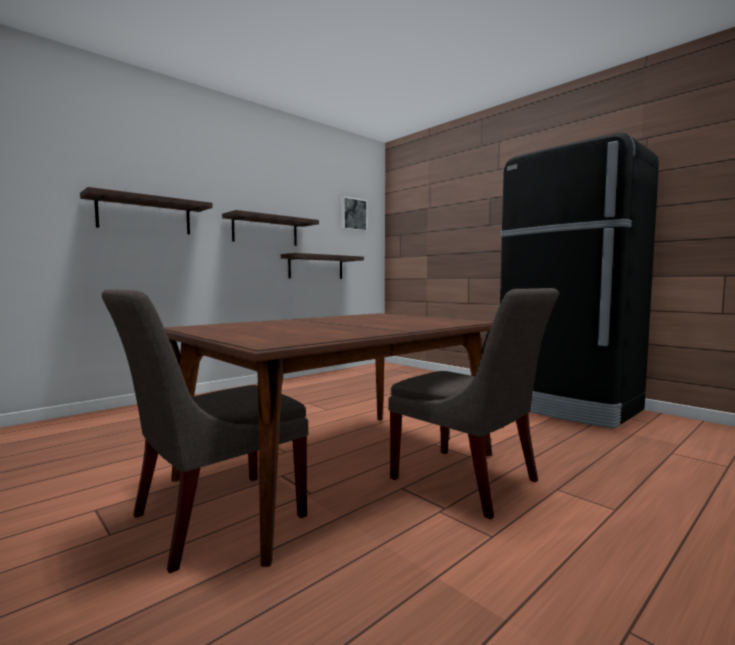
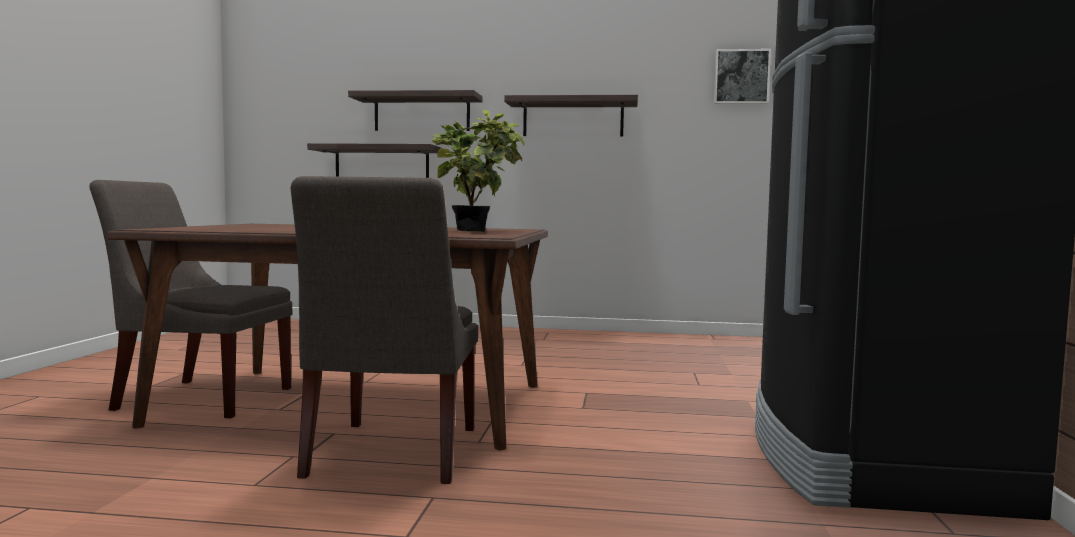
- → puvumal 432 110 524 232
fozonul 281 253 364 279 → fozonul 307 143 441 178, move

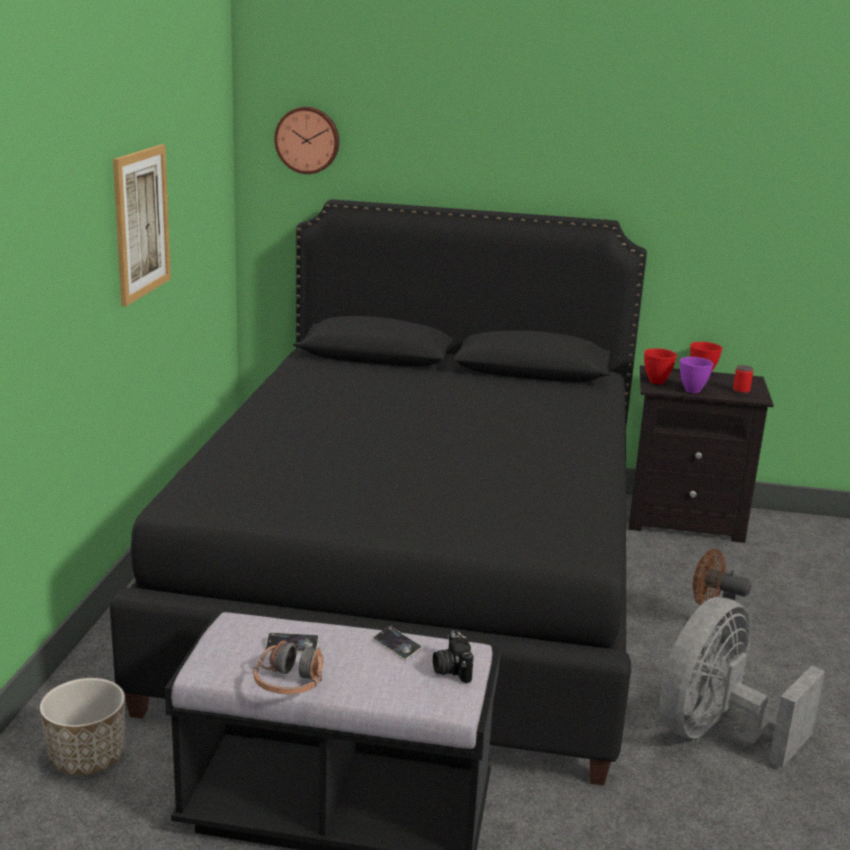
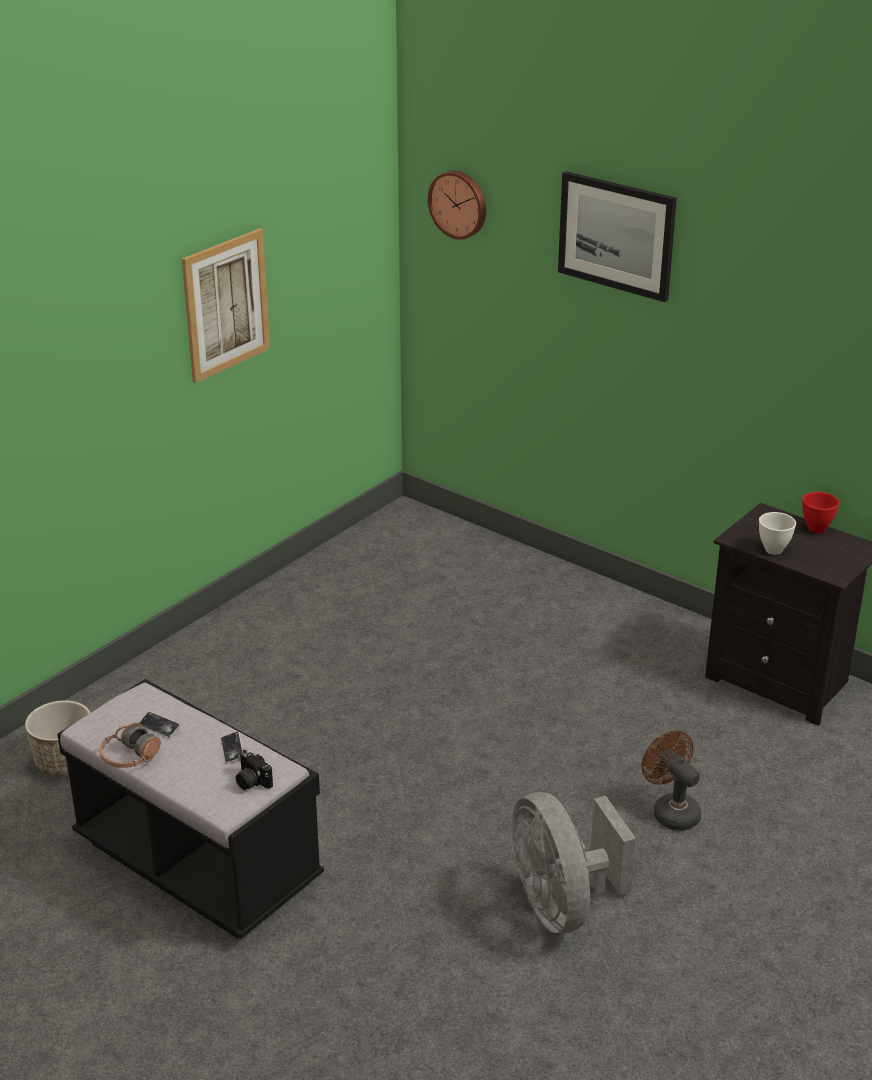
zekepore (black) 110 199 647 785 → -
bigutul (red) 644 348 677 384 → -
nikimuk 733 365 753 394 → -
- → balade 558 171 677 302
bigutul (purple) 680 357 713 393 → bigutul (white) 759 512 796 555
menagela 433 630 473 683 → menagela 236 750 273 790, 60 degrees counterclockwise
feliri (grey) 660 597 825 768 → feliri (grey) 512 792 636 933, 90 degrees counterclockwise

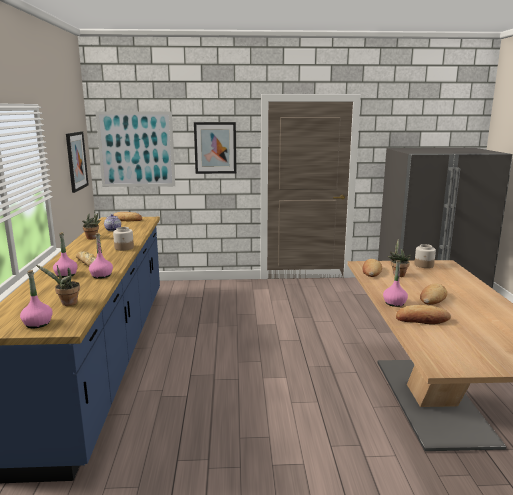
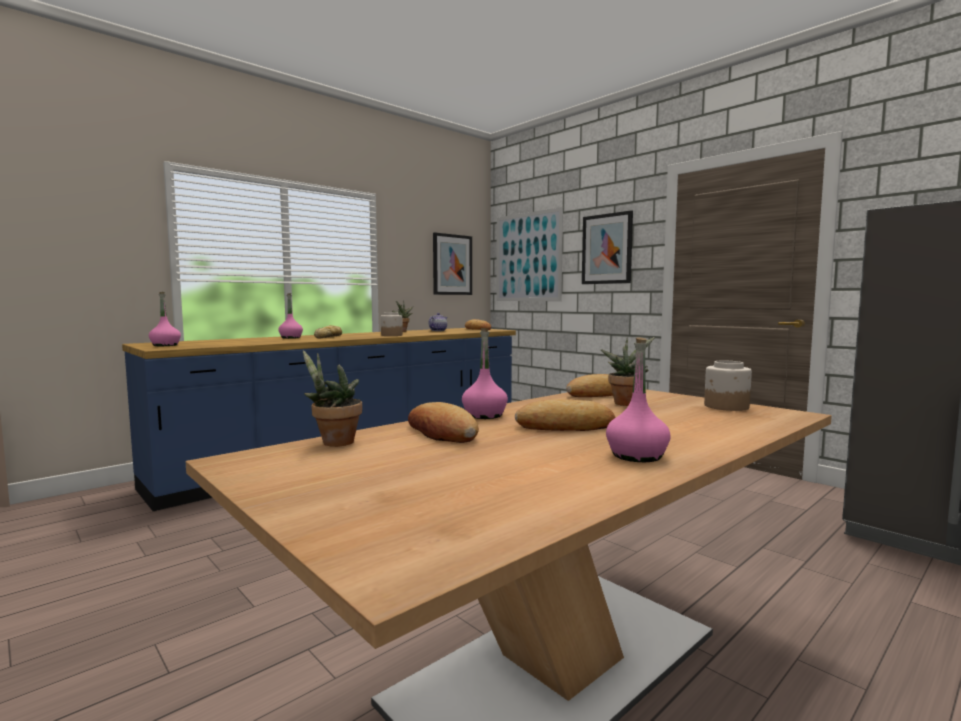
puvumal 36 265 80 306 → puvumal 303 350 362 447, move
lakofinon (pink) 89 233 113 279 → lakofinon (pink) 606 337 671 462, move

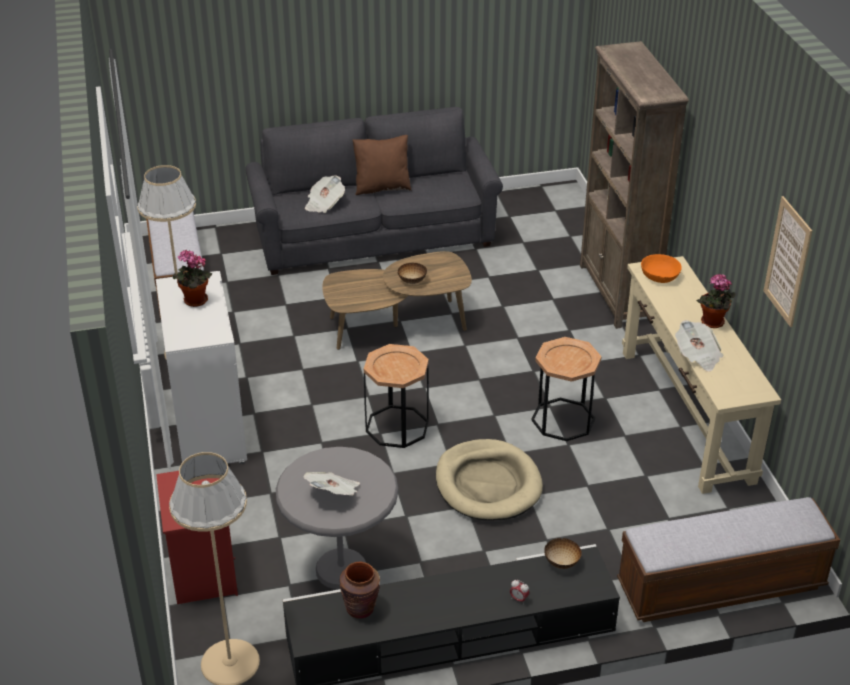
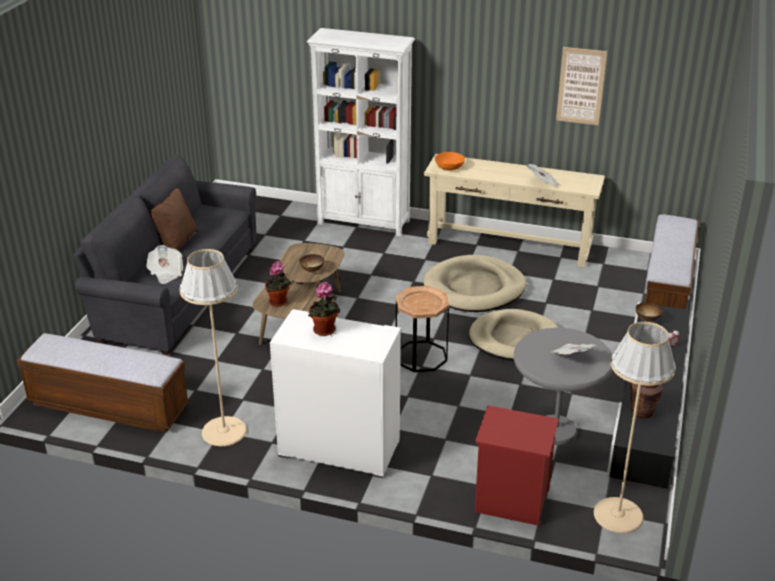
puvumal 697 274 736 328 → puvumal 265 261 292 307, move
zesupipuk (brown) 532 337 602 441 → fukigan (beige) 423 255 527 312
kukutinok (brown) 580 41 689 329 → kukutinok (white) 307 28 415 237

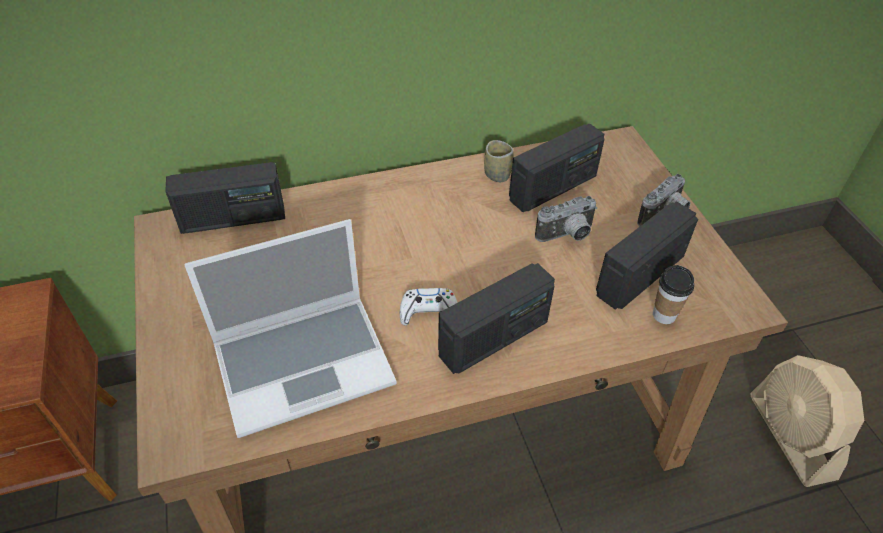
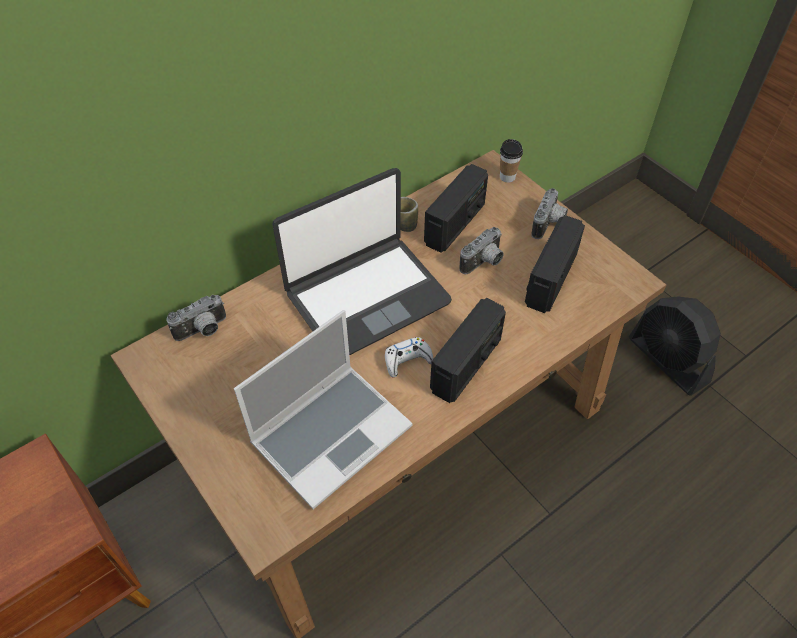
- → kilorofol 273 168 452 355
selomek 653 265 694 324 → selomek 500 139 523 183, move
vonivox 165 162 285 234 → menagela 166 295 226 341
feliri (beige) 750 355 864 487 → feliri (black) 629 296 721 396

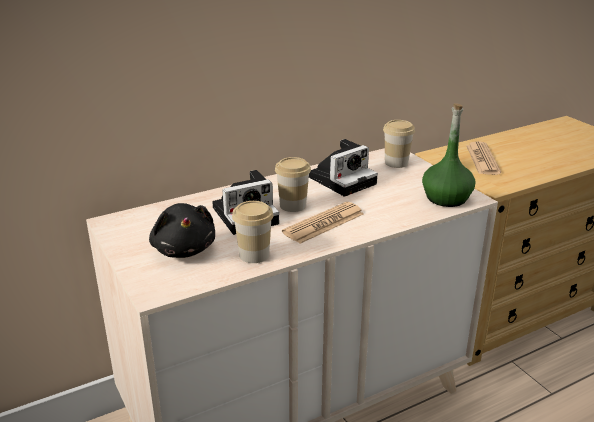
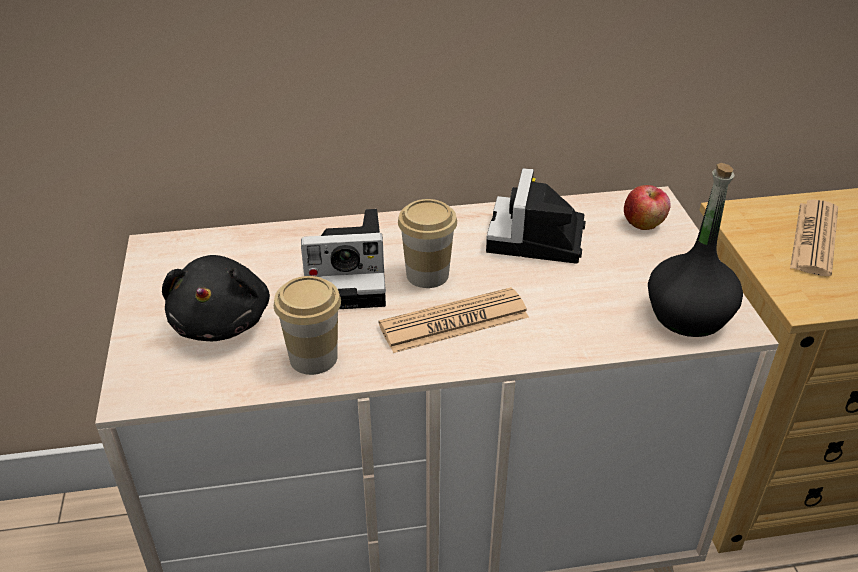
selomek 383 120 415 168 → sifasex 624 185 671 230
lakofinon (green) 422 103 476 207 → lakofinon (black) 648 163 743 337
menagela 309 139 378 197 → menagela 486 168 586 264, 120 degrees clockwise

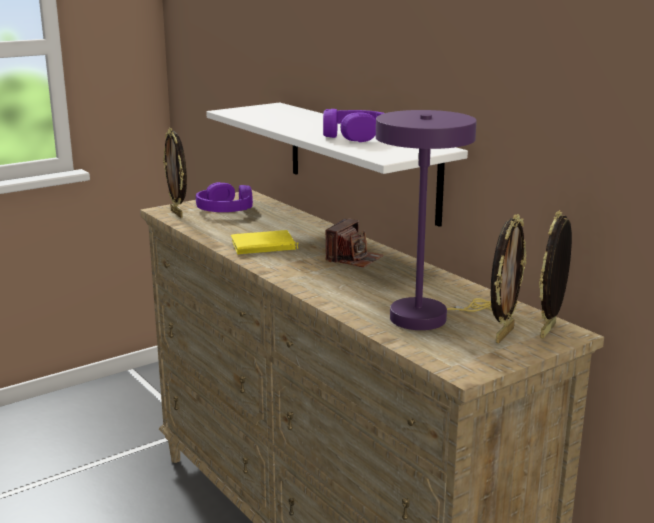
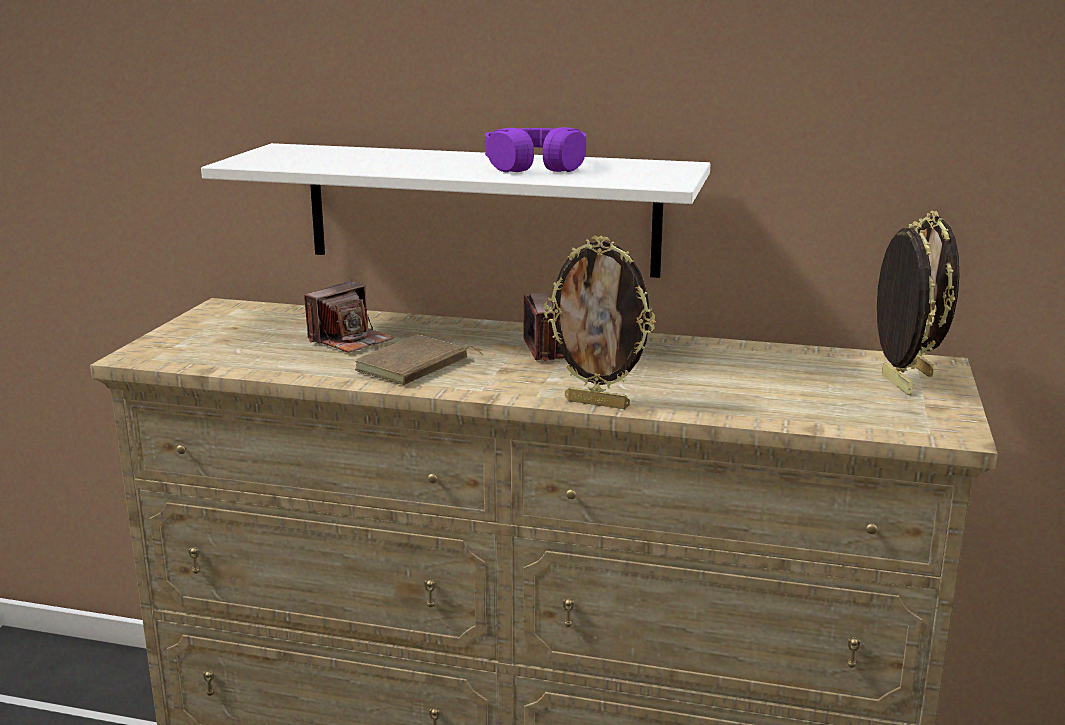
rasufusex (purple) 196 182 253 212 → -
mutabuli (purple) 376 110 492 330 → -
- → menagela 304 281 394 353
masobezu 163 128 187 218 → masobezu 544 236 656 409, move
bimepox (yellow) 231 230 299 254 → bimepox (brown) 355 335 483 385

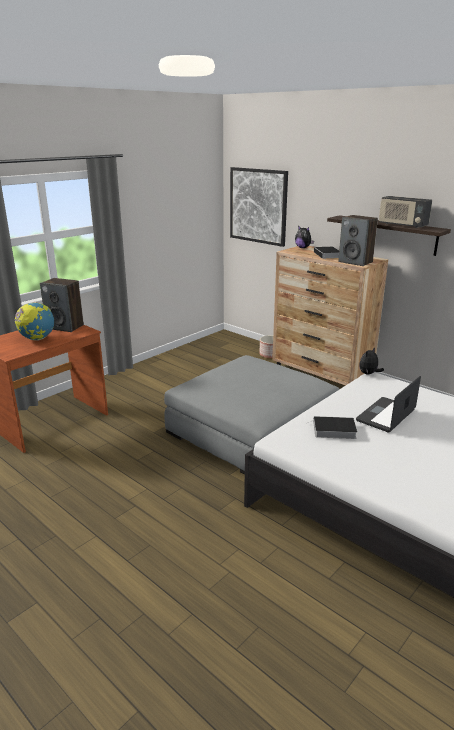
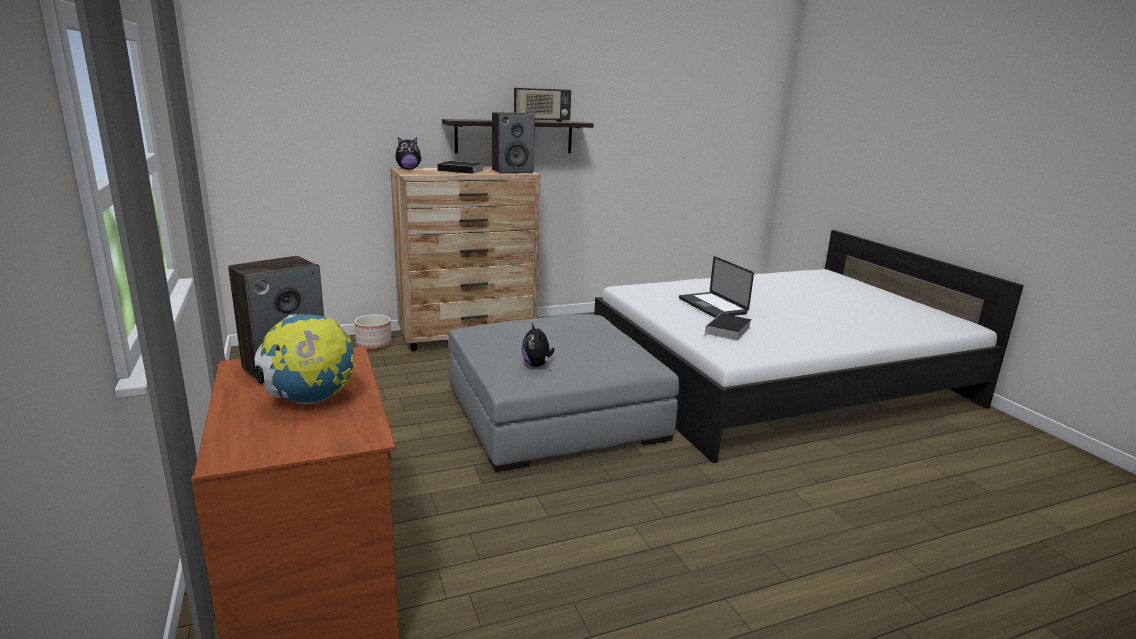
balade 230 167 288 247 → -
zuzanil 359 348 384 375 → zuzanil 521 323 555 367, move

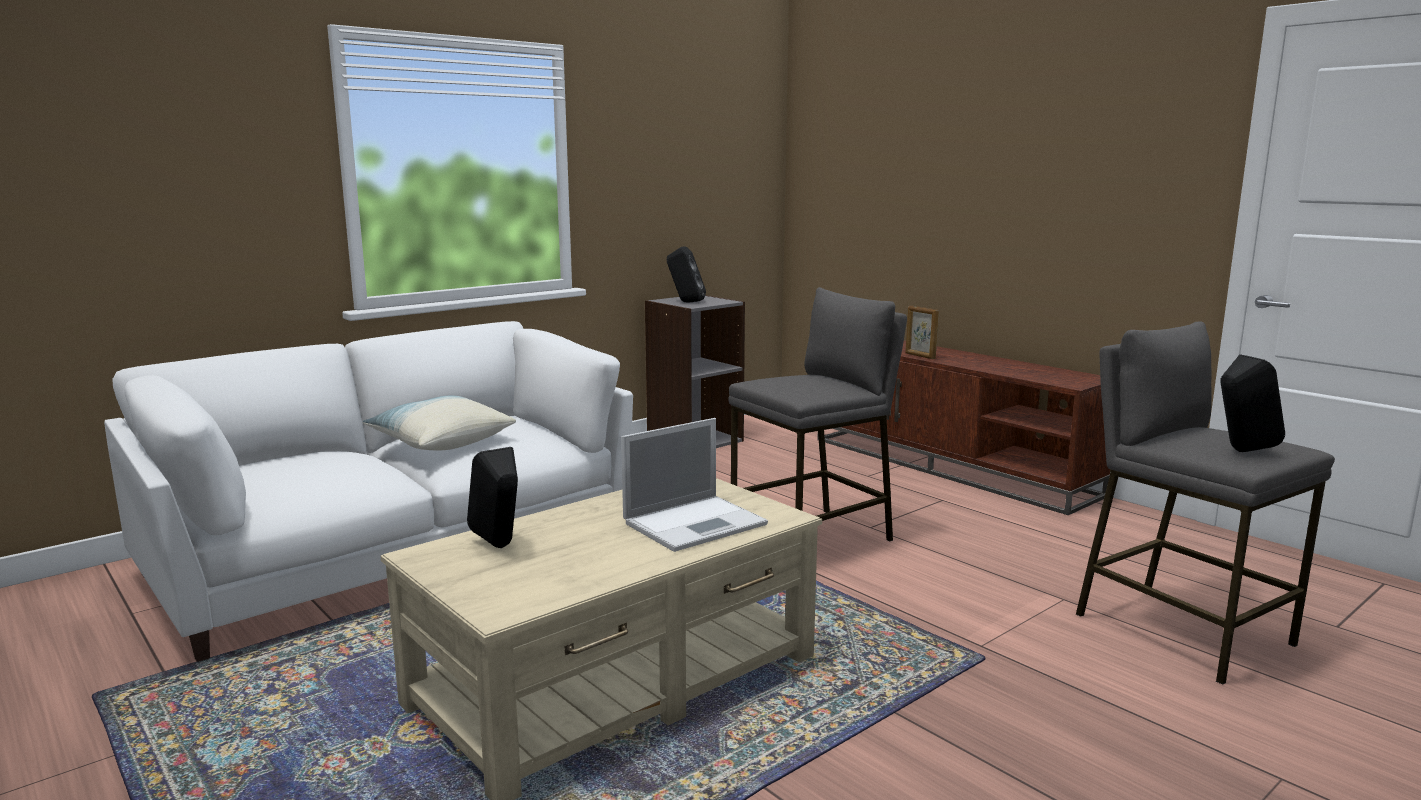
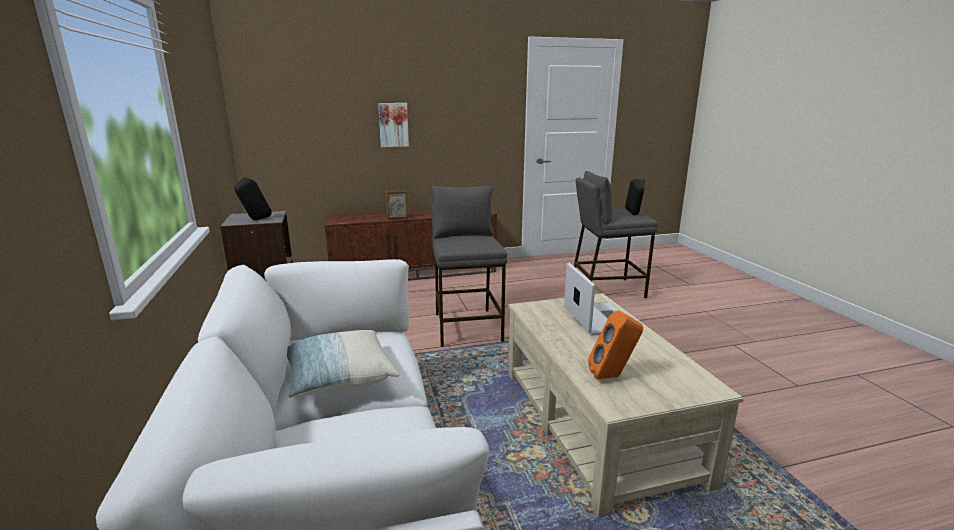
- → balade 378 103 409 147
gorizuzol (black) 467 447 518 548 → gorizuzol (orange) 588 310 643 379

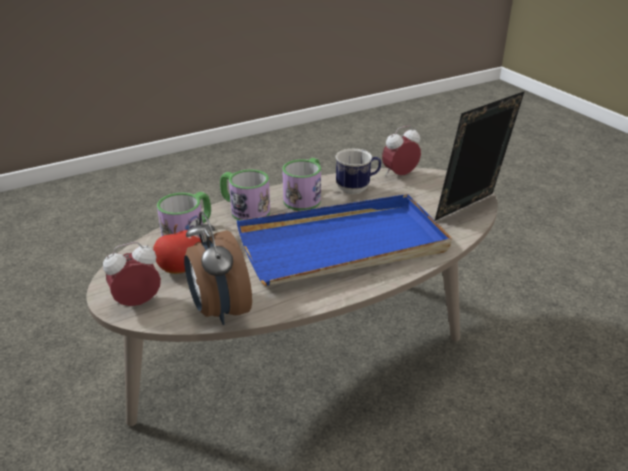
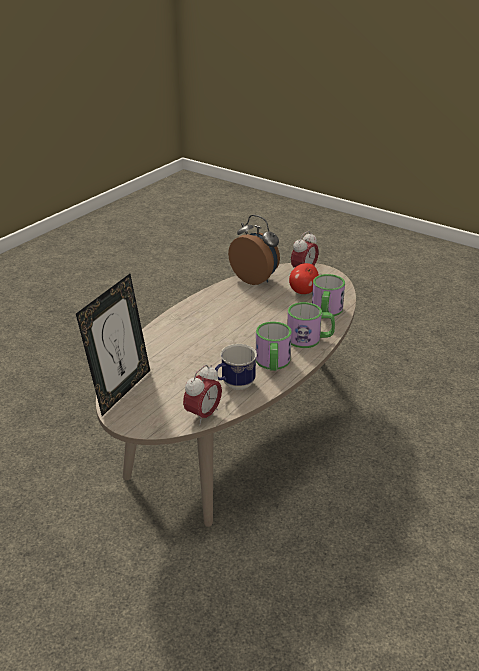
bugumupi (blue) 237 194 451 286 → -

